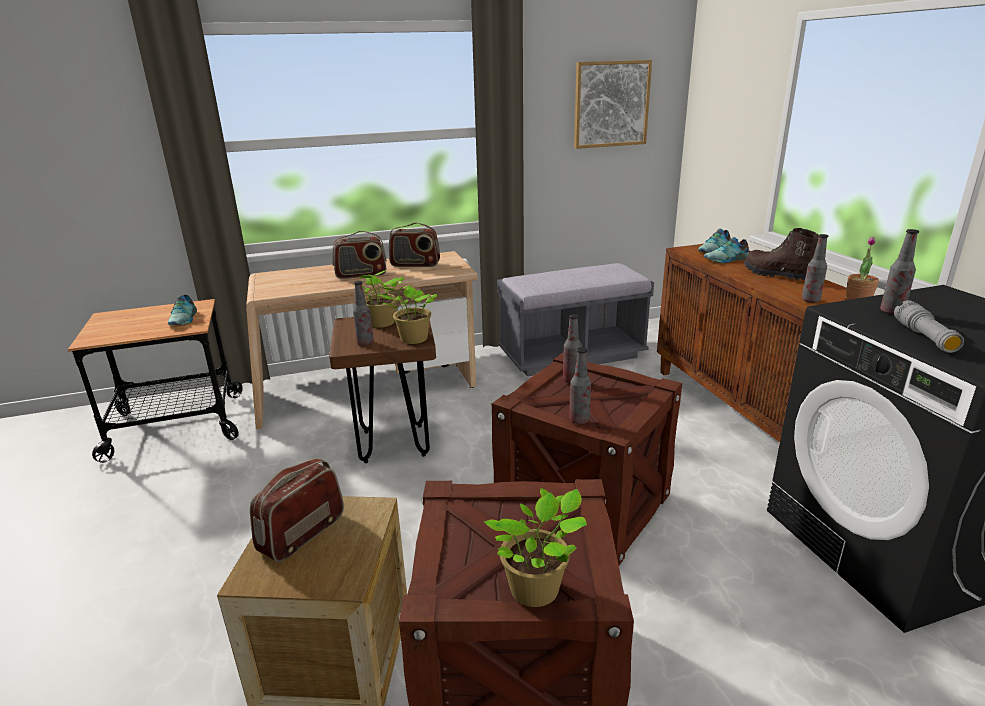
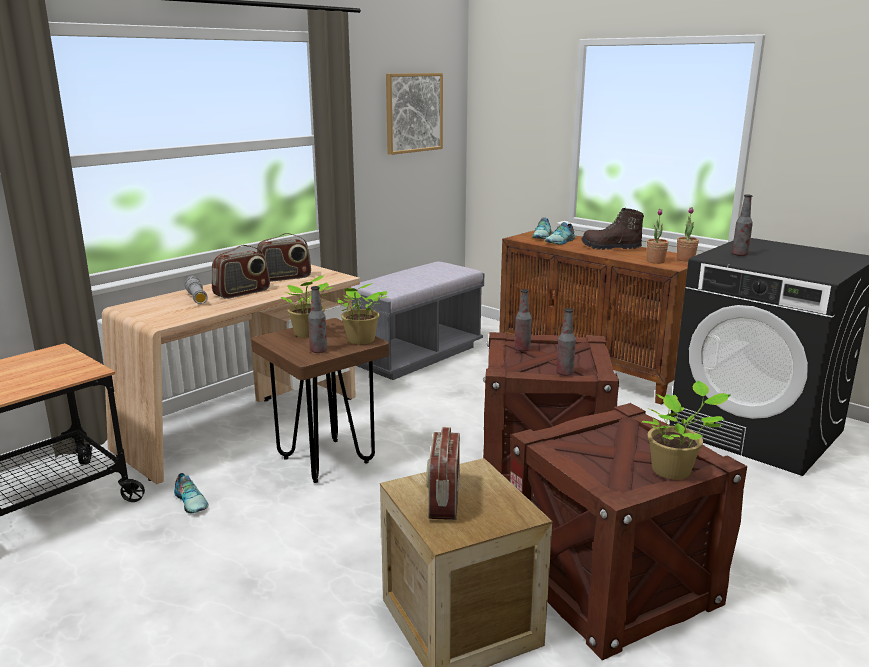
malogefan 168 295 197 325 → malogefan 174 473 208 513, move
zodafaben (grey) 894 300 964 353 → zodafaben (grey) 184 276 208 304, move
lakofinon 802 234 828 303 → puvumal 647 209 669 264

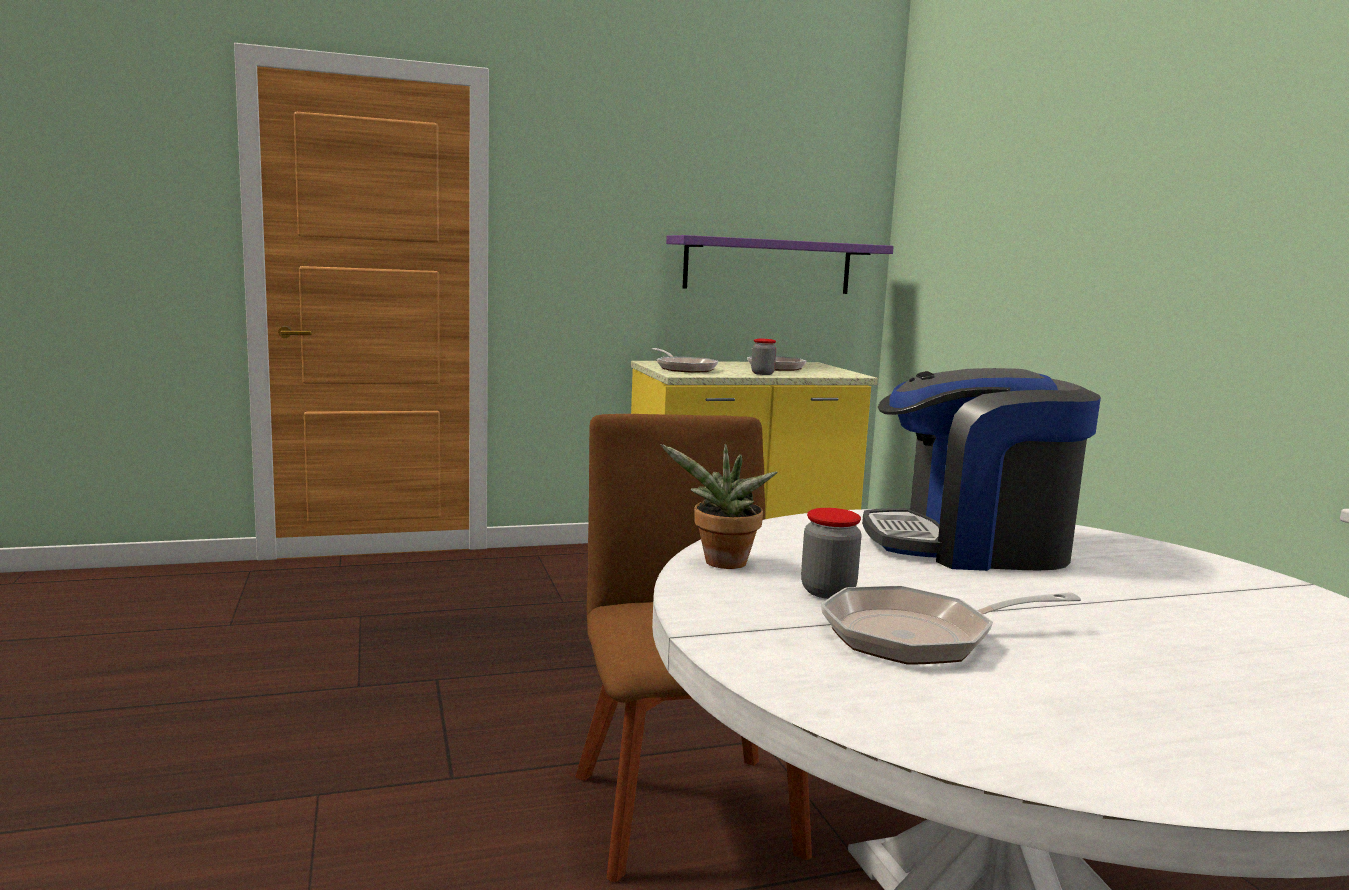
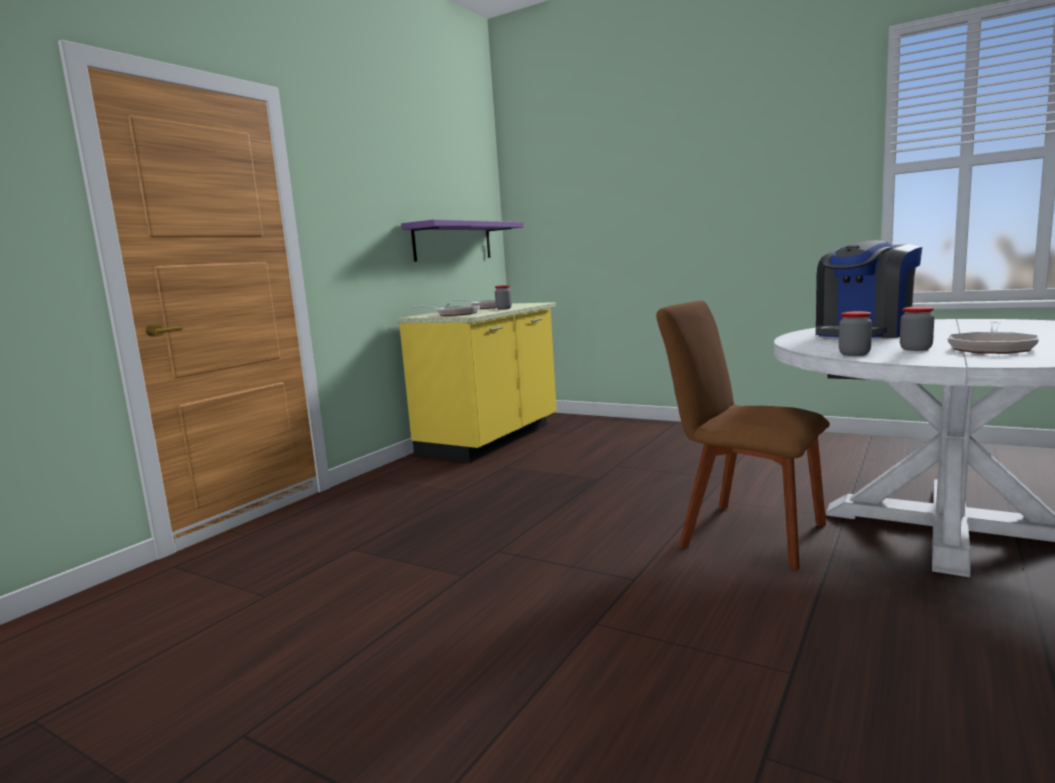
puvumal 660 444 777 569 → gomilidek 839 311 872 356

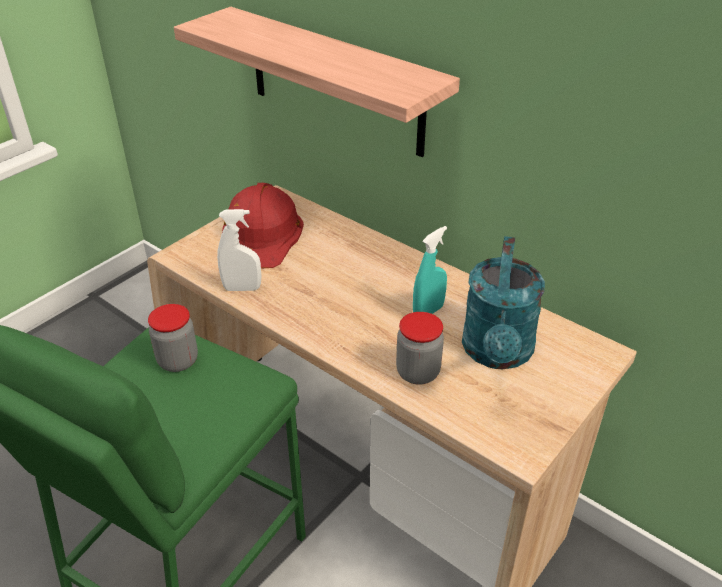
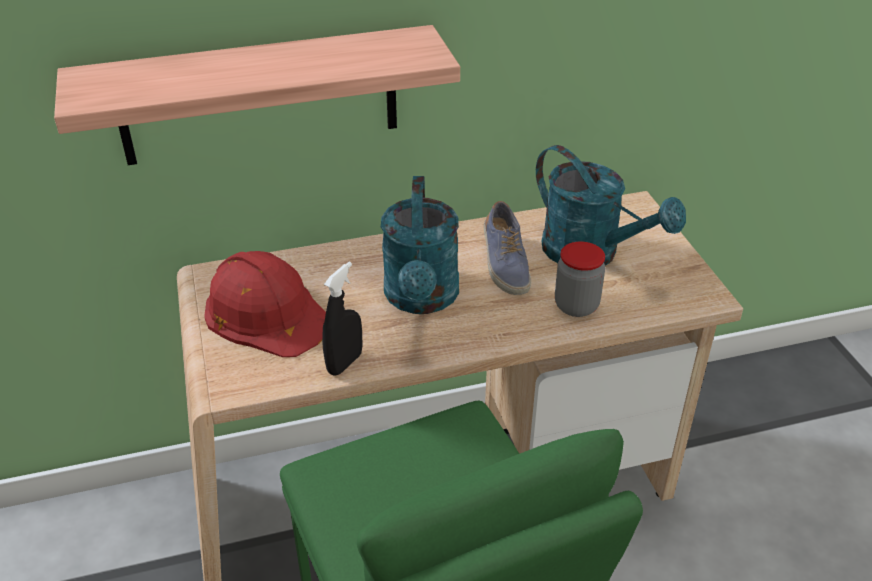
gomilidek 148 304 198 372 → -
- → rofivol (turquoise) 381 176 459 314
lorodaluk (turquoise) 413 226 447 314 → malogefan 484 201 531 295
lorodaluk (white) 217 209 261 291 → lorodaluk (black) 322 262 362 376

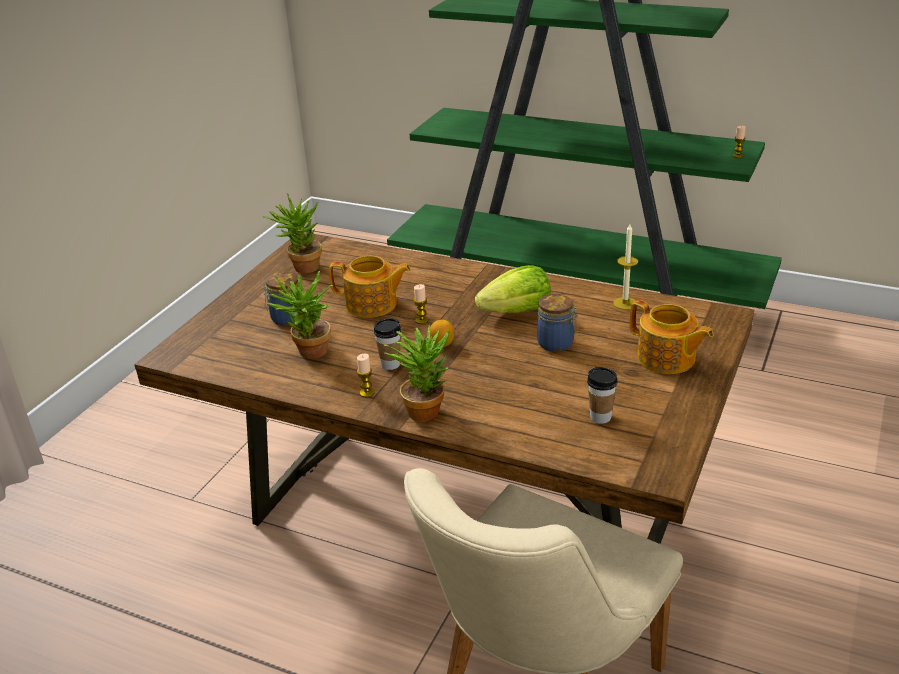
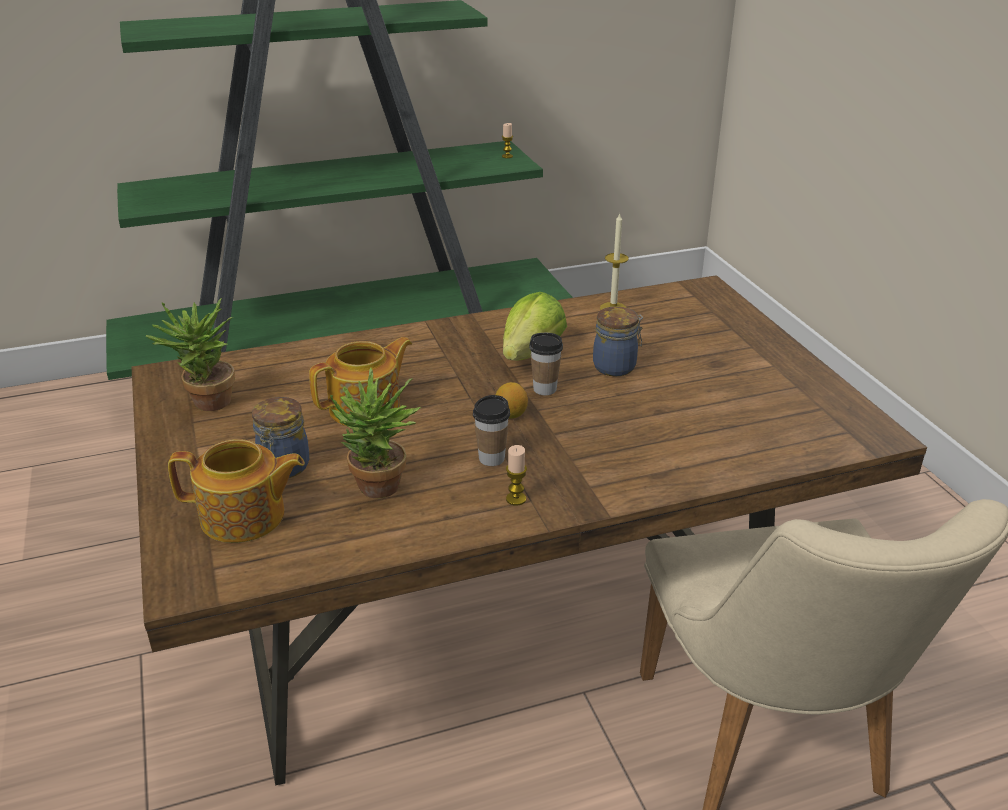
puvumal 384 324 450 422 → -
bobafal 414 284 428 324 → -
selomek 587 367 618 424 → selomek 529 333 563 395, move
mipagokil 629 300 714 374 → mipagokil 168 439 305 543, move

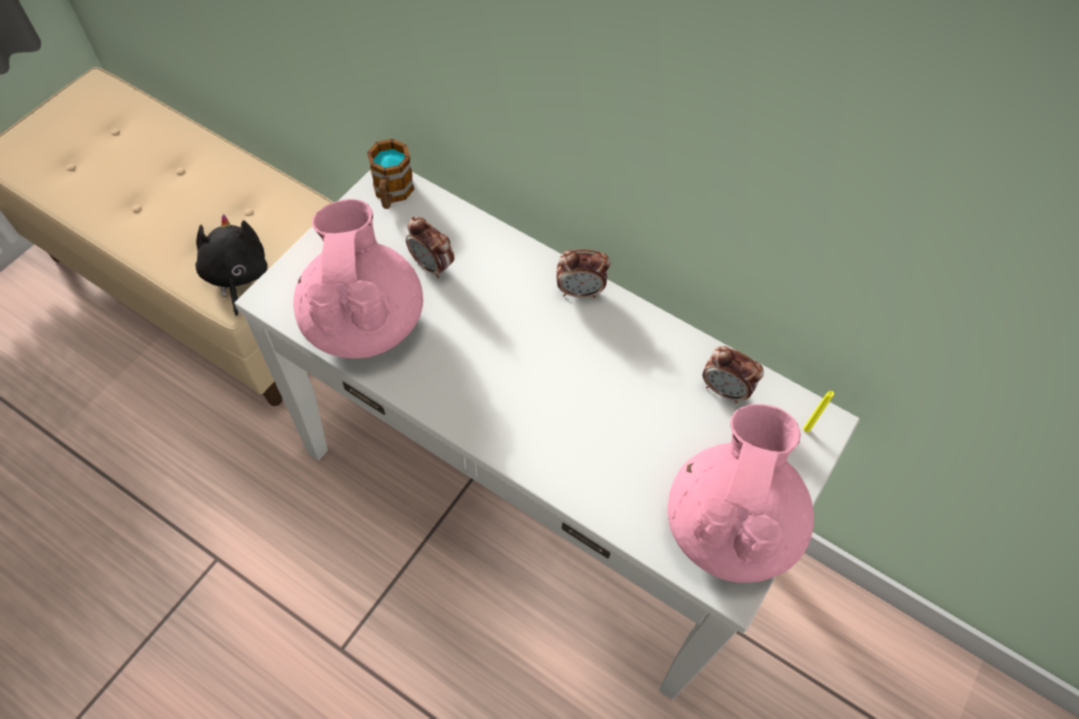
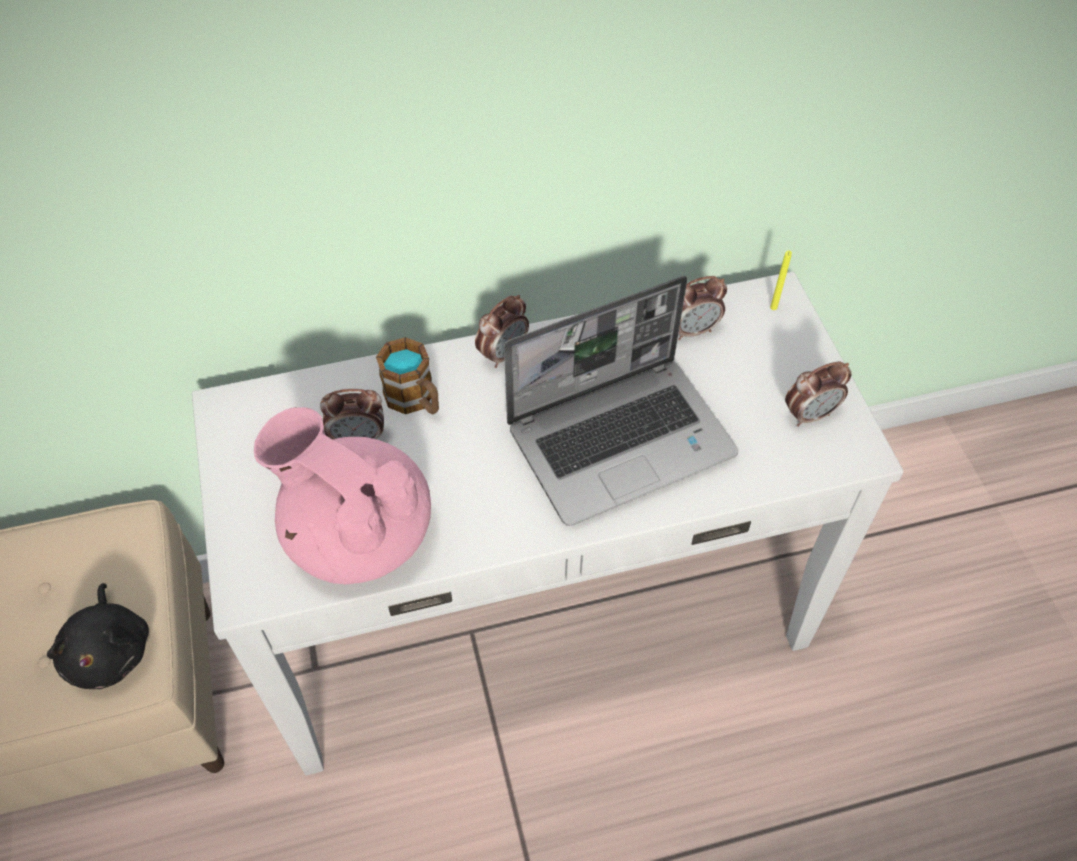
- → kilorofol 504 276 738 526
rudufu 367 139 414 209 → rudufu 376 337 439 414, move
mipagokil (pink) 667 404 814 583 → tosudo 785 361 852 427
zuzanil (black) 195 214 268 316 → zuzanil (black) 47 583 149 689, 135 degrees counterclockwise

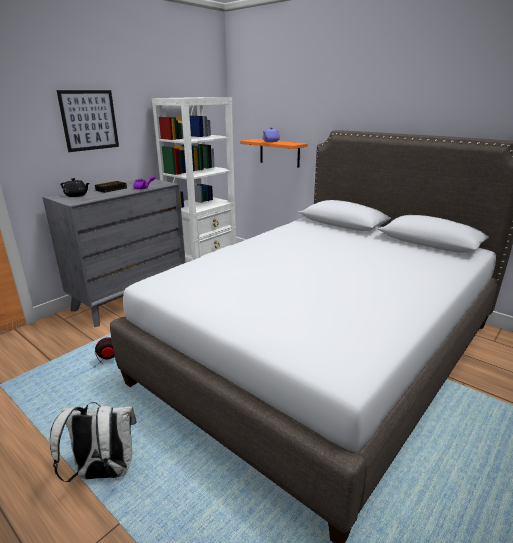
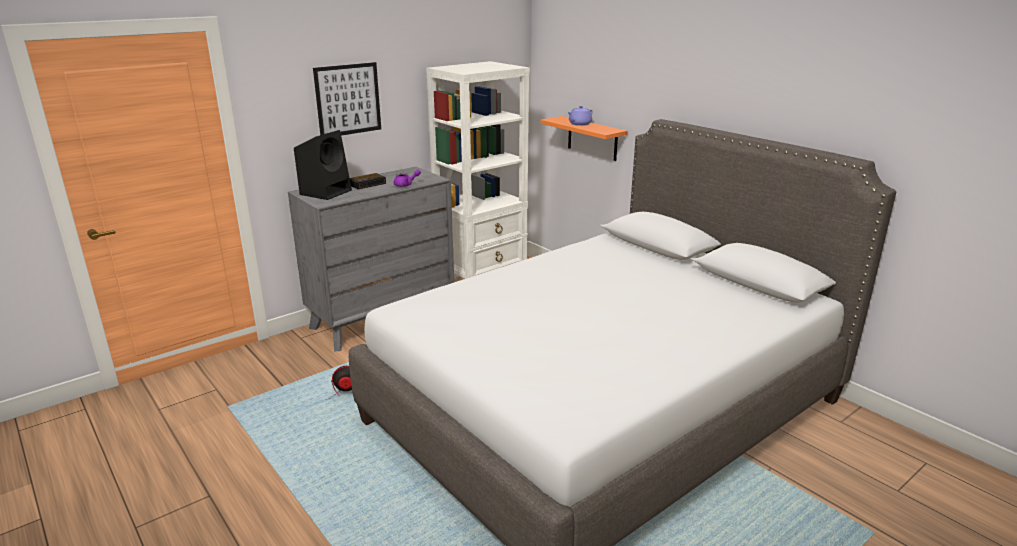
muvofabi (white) 50 402 137 482 → -
mipagokil (black) 61 178 89 197 → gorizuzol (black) 294 130 352 200

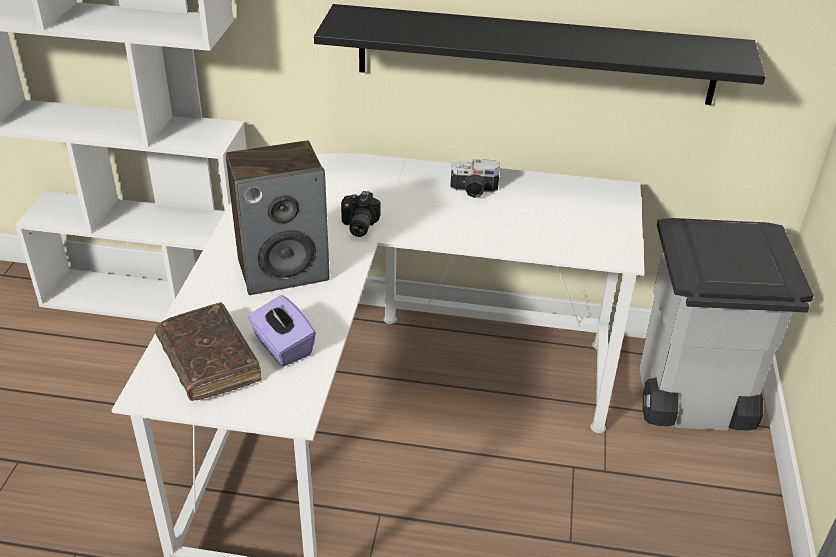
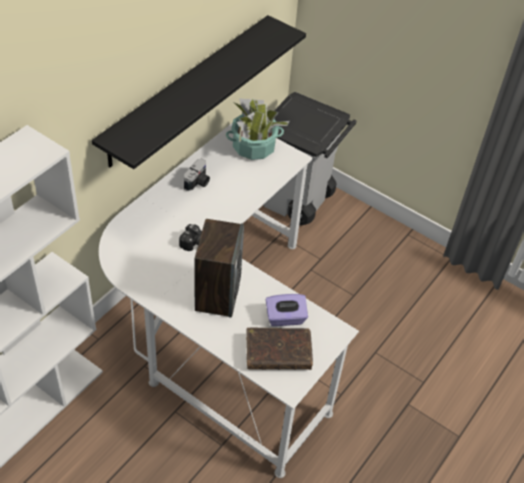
- → puvumal 226 98 290 160

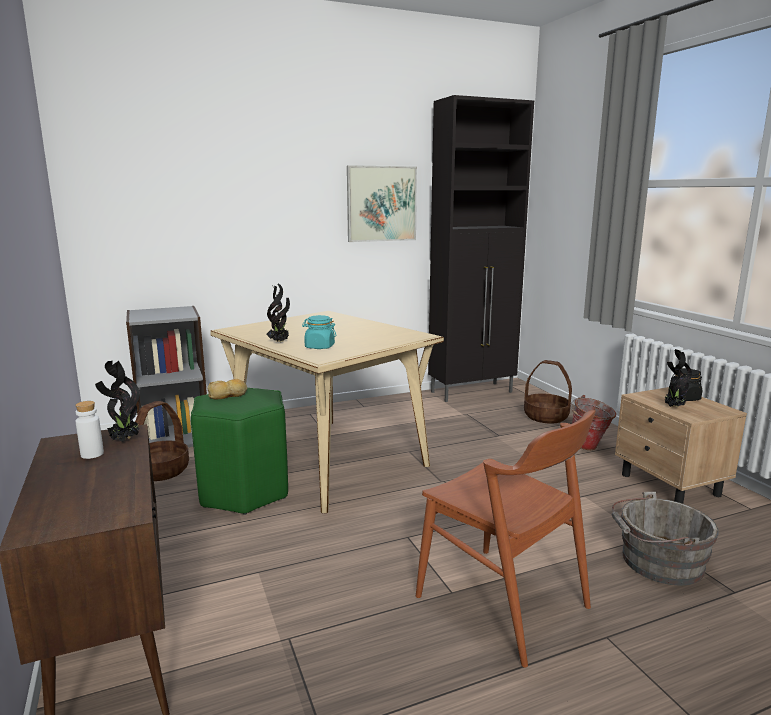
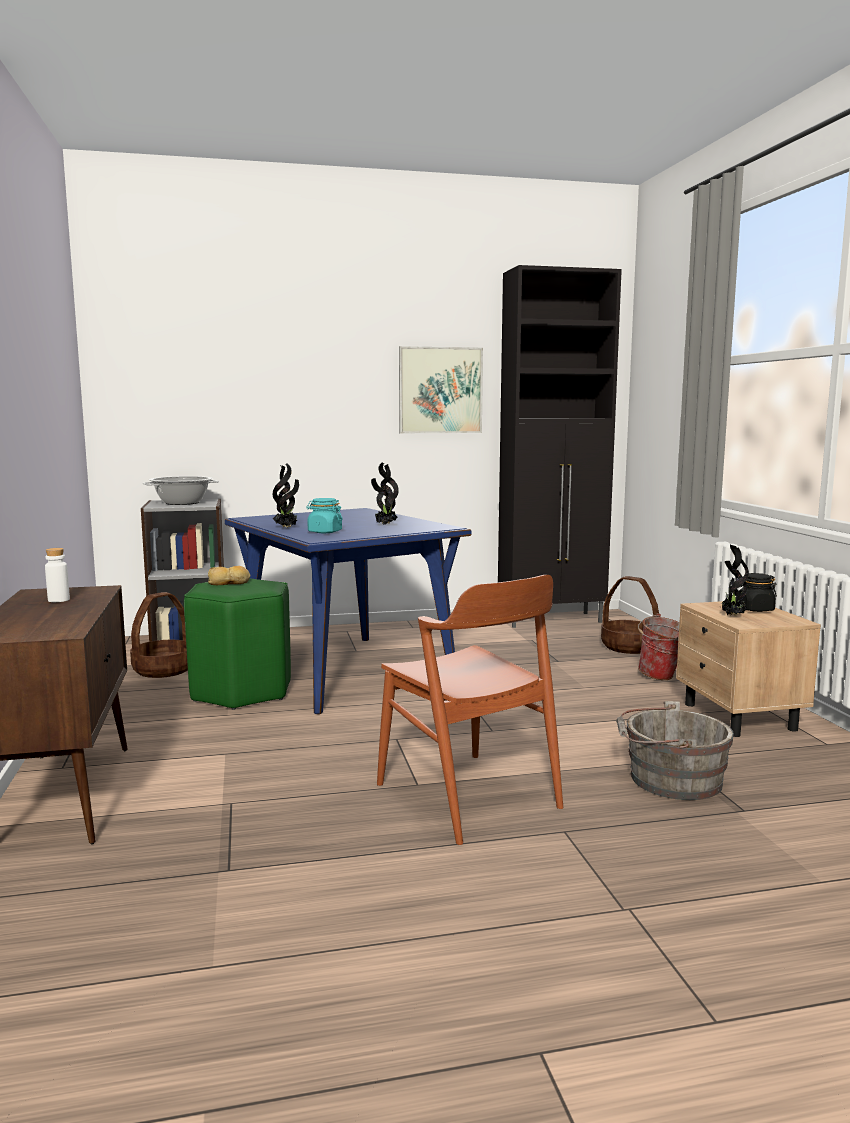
- → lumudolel 143 476 219 505
puvumal 95 361 140 442 → puvumal 371 463 399 525, move
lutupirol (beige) 210 311 444 513 → lutupirol (blue) 225 508 471 714

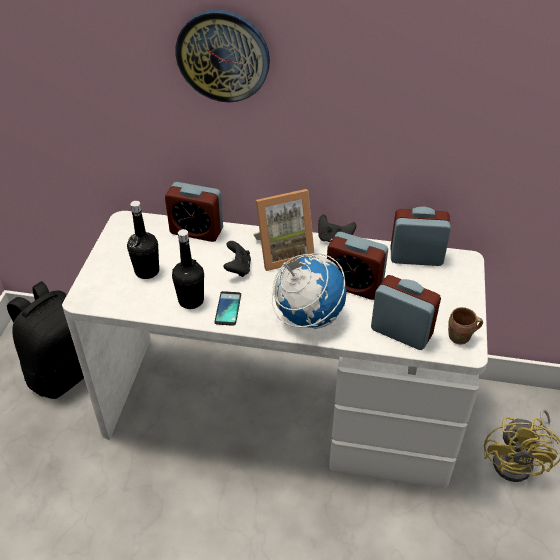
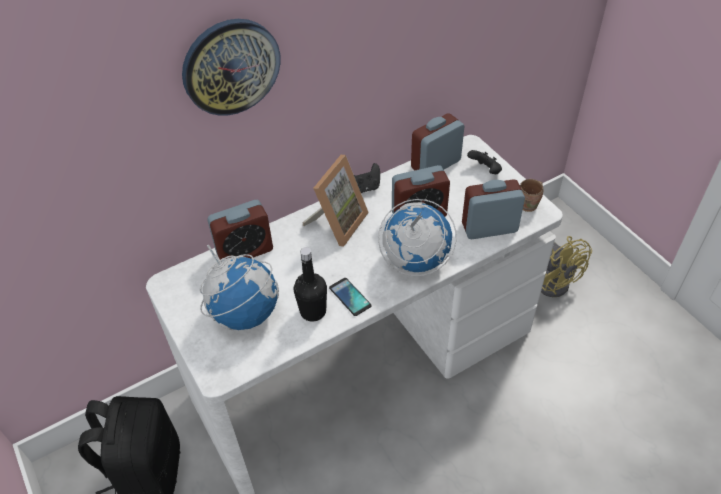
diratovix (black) 223 241 251 277 → diratovix (black) 467 150 502 174, move
lakofinon (black) 127 201 159 279 → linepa 200 245 279 330

